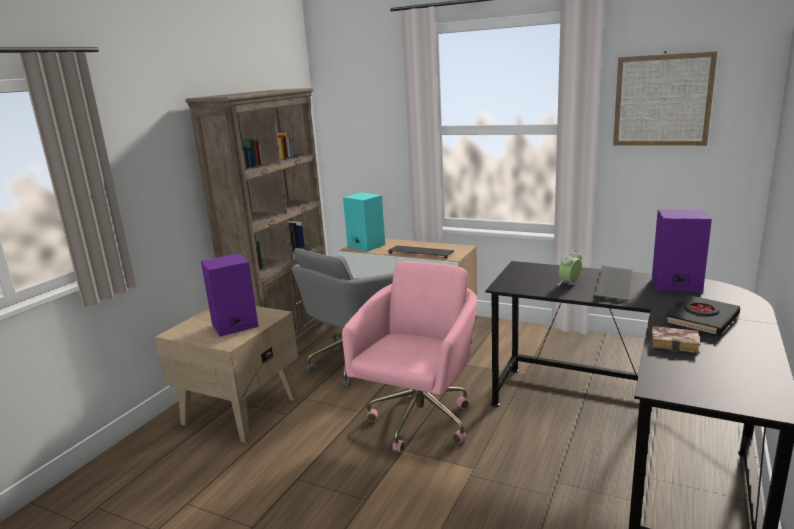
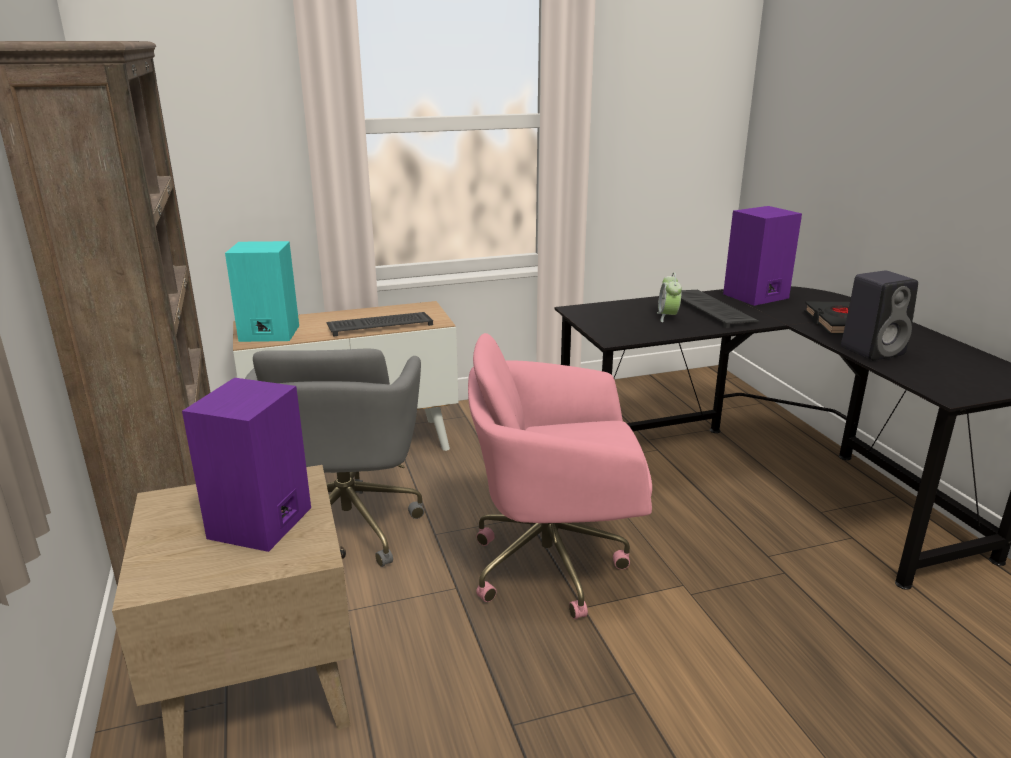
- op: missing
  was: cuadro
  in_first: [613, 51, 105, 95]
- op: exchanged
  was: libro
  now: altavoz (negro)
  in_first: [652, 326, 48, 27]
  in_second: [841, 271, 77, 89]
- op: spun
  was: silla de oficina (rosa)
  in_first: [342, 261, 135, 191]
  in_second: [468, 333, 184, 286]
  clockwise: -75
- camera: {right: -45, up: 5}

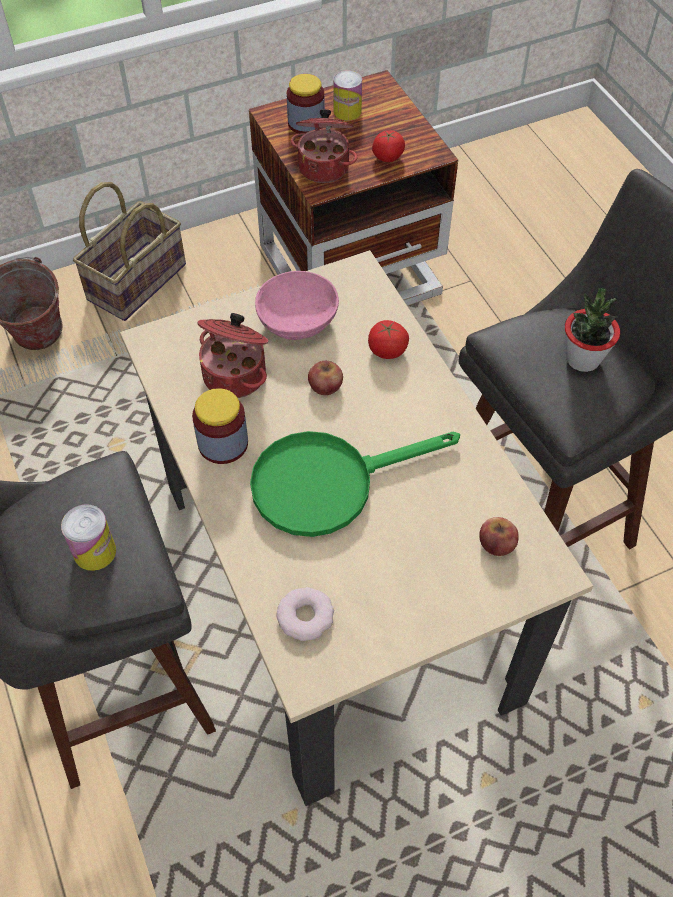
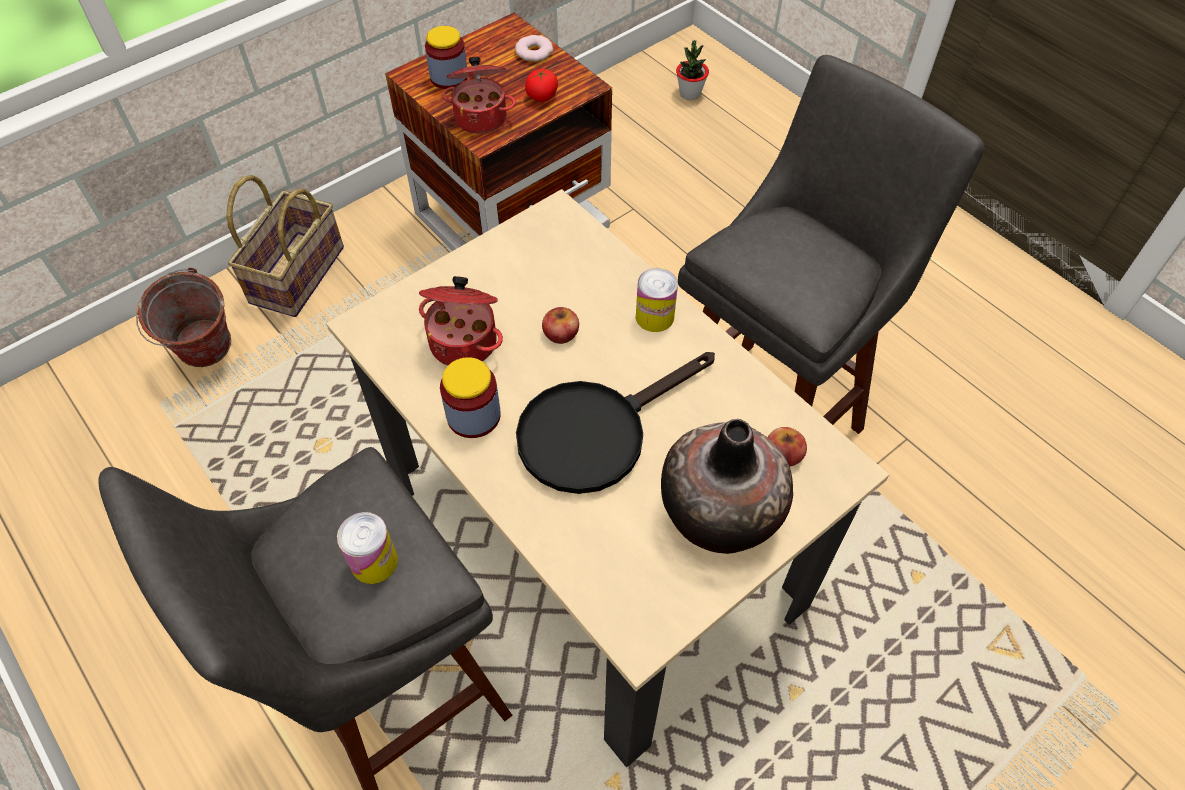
- op: missing
  was: cuenco (rosa)
  in_first: [255, 271, 84, 69]
- op: missing
  was: tomate
  in_first: [368, 320, 41, 39]
- op: appeared
  now: florero
  in_second: [661, 419, 132, 135]
- op: relocated
  was: rosquilla
  in_first: [276, 587, 58, 54]
  in_second: [515, 35, 38, 27]
- op: relocated
  was: lata
  in_first: [333, 70, 29, 51]
  in_second: [636, 268, 42, 64]
- op: relocated
  was: planta en maceta
  in_first: [565, 288, 55, 84]
  in_second: [676, 40, 33, 60]
- op: colour
  was: sartén (verde)
  now: sartén (negro)
  in_first: [250, 431, 210, 106]
  in_second: [516, 352, 199, 142]
- camera: {right: -15, up: 0}

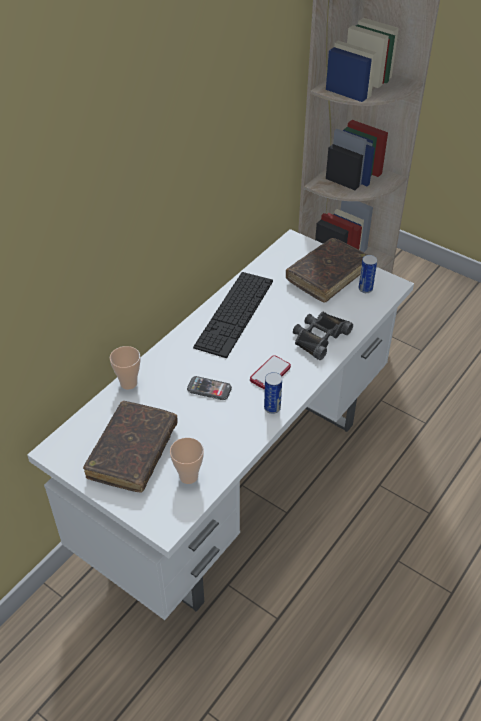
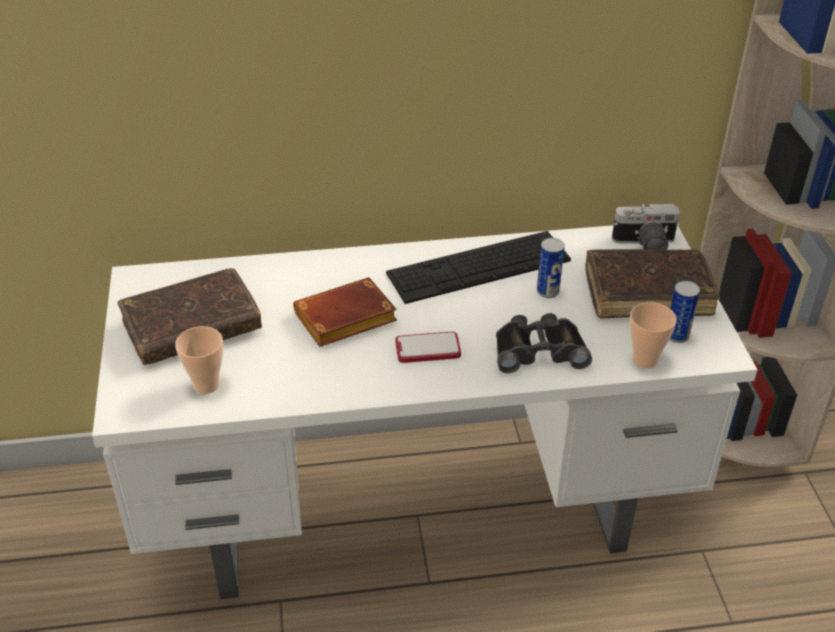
- op: appeared
  now: cámara
  in_second: [612, 204, 68, 46]
- op: relocated
  was: taza
  in_first: [110, 346, 30, 44]
  in_second: [630, 302, 47, 66]
- op: relocated
  was: lata
  in_first: [264, 372, 18, 42]
  in_second: [537, 238, 28, 60]
- op: exchanged
  was: móvil
  now: libro (marrón)
  in_first: [187, 376, 45, 24]
  in_second: [293, 277, 104, 70]
- camera: {right: 45, up: -5}

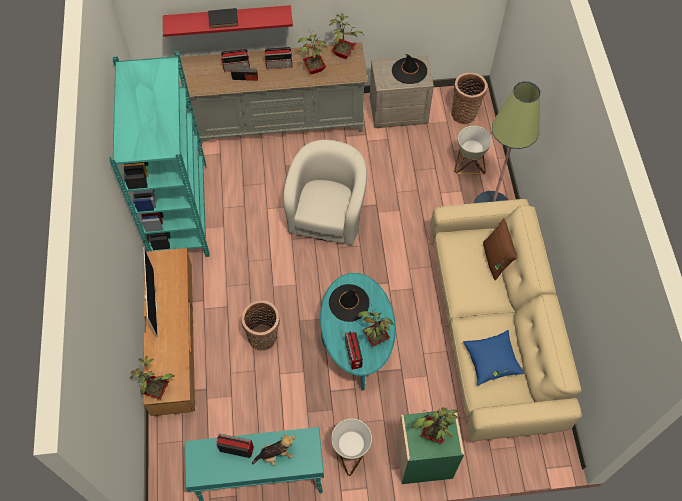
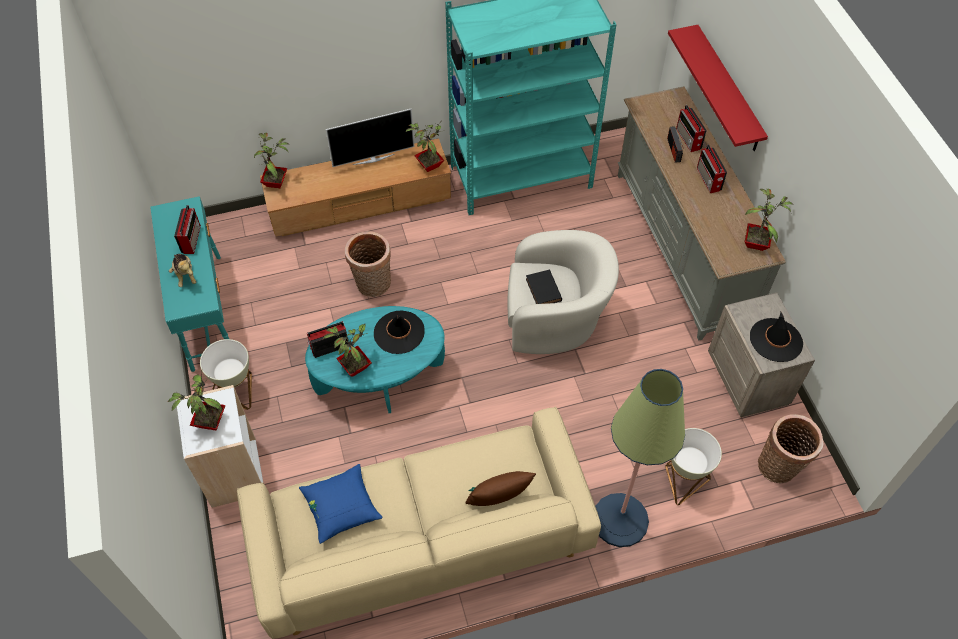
- op: relocated
  was: libro (negro)
  in_first: [208, 8, 30, 20]
  in_second: [526, 270, 36, 34]
- op: relocated
  was: planta en maceta
  in_first: [298, 32, 29, 42]
  in_second: [405, 123, 40, 49]
- op: colour
  was: estantería (verde)
  now: estantería (blanco)
  in_first: [396, 409, 68, 75]
  in_second: [177, 385, 86, 123]
- camera: {right: 80, up: -5}

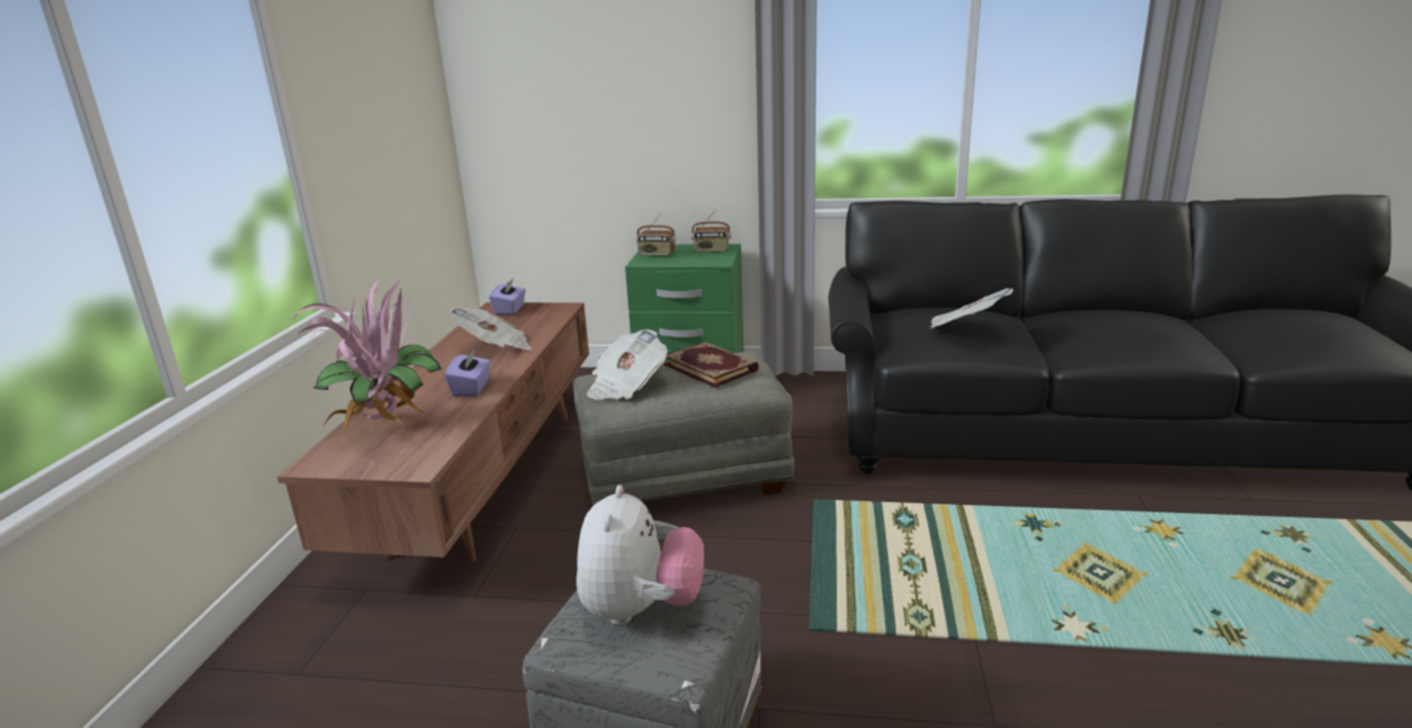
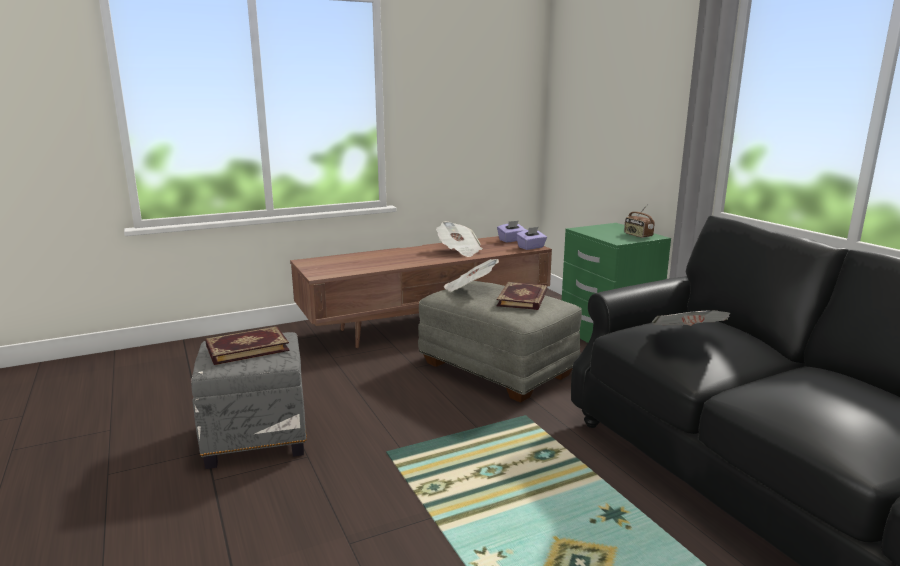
- op: missing
  was: planta en maceta
  in_first: [289, 278, 153, 155]
- op: missing
  was: radio
  in_first: [636, 213, 40, 43]
- op: relocated
  was: caja de pañuelos (morado)
  in_first: [445, 349, 46, 48]
  in_second: [516, 227, 31, 23]
- op: exchanged
  was: peluche
  now: libro
  in_first: [577, 485, 127, 140]
  in_second: [205, 326, 85, 39]
- camera: {right: 55, up: -5}

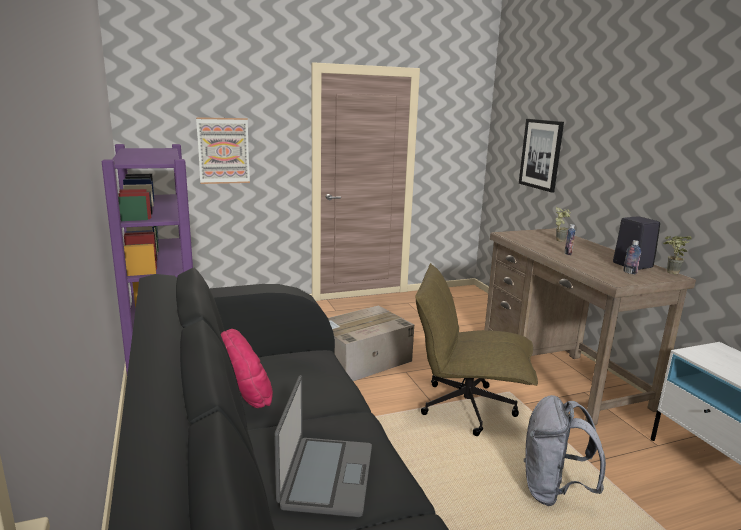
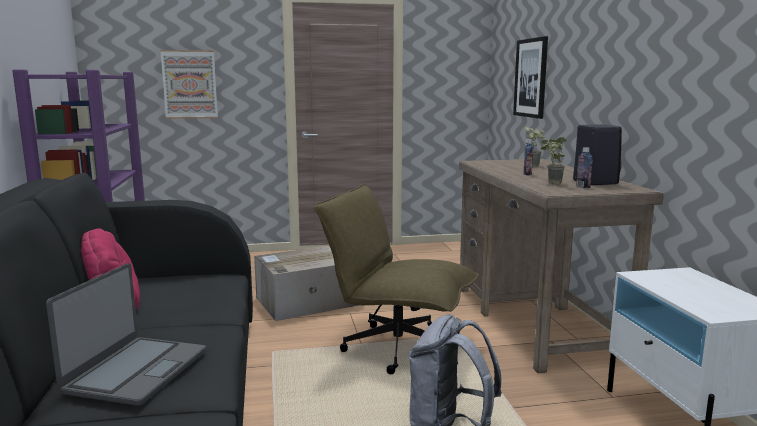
- op: relocated
  was: planta en maceta
  in_first: [663, 236, 29, 38]
  in_second: [541, 137, 26, 47]
- camera: {right: 10, up: -5}

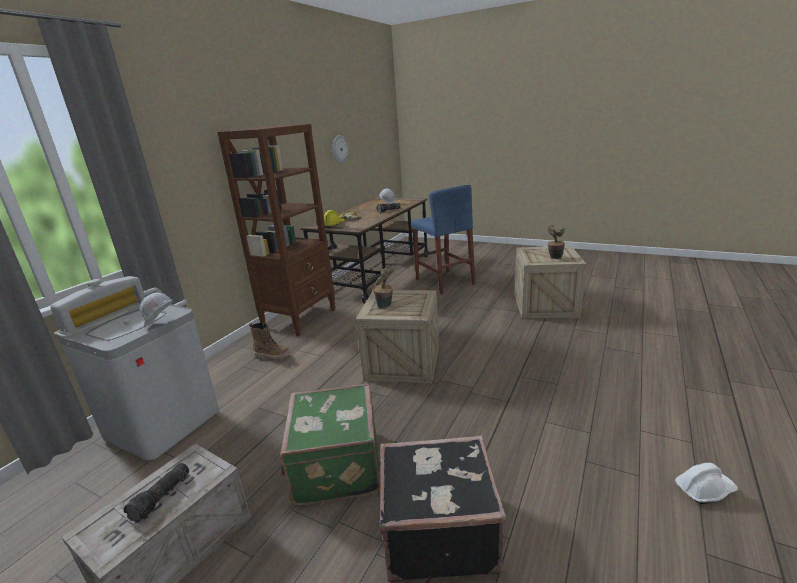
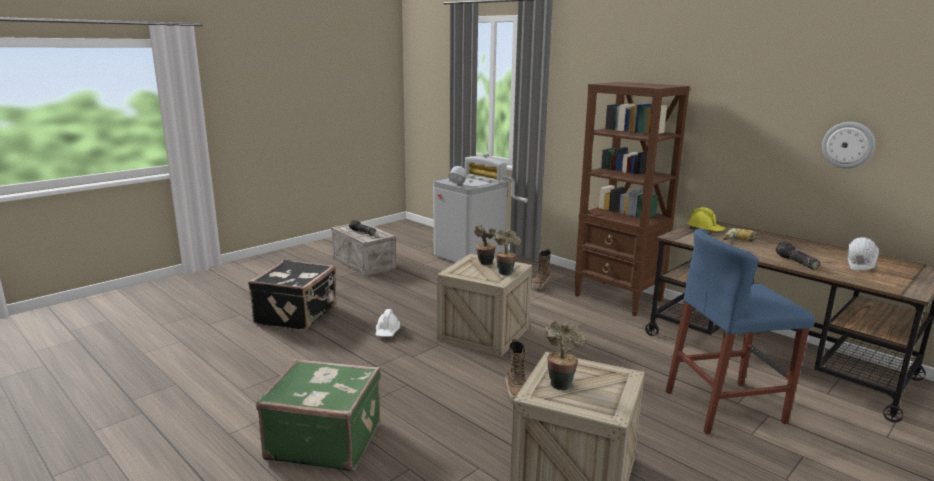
- op: appeared
  now: planta en maceta
  in_second: [494, 229, 27, 47]
- op: appeared
  now: bota
  in_second: [505, 338, 22, 65]
- op: relocated
  was: maleta (verde)
  in_first: [280, 383, 101, 123]
  in_second: [256, 359, 125, 113]
- op: relocated
  was: casco (blanco)
  in_first: [675, 463, 63, 41]
  in_second: [376, 309, 24, 28]
- camera: {right: 105, up: -5}

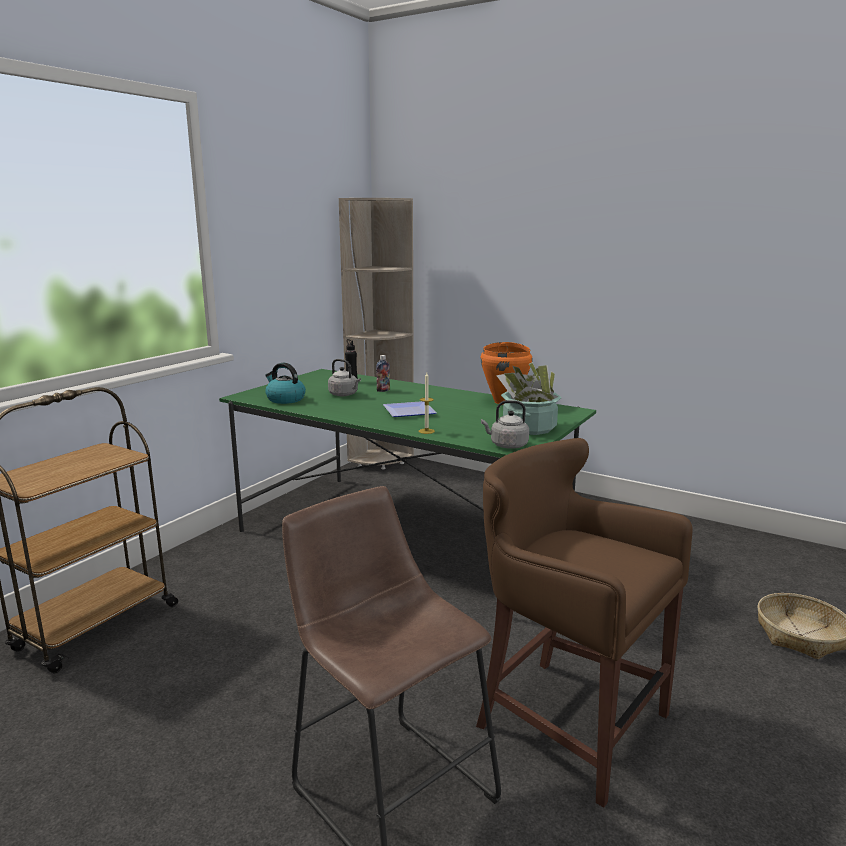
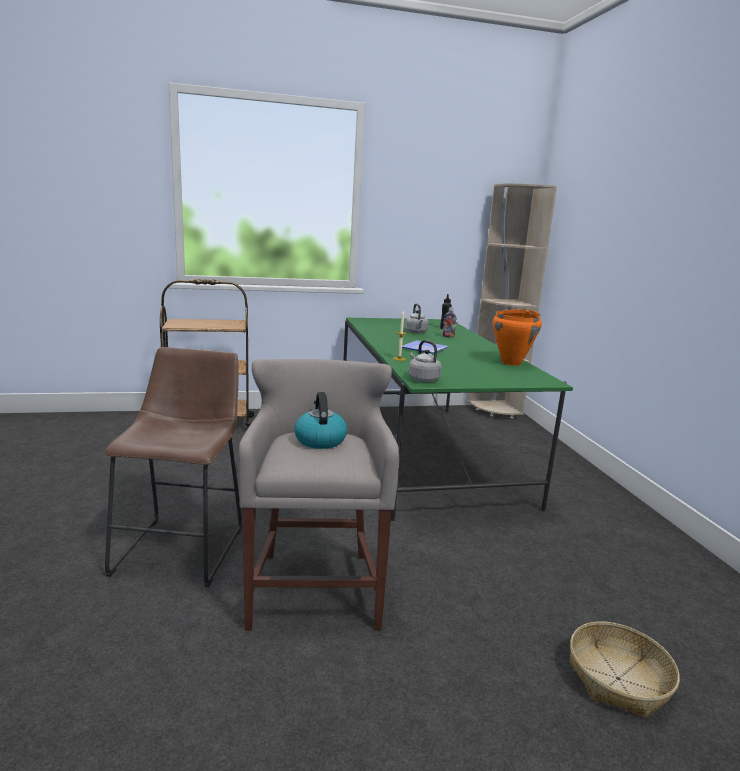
- op: missing
  was: planta en maceta
  in_first: [496, 362, 66, 73]
- op: relocated
  was: hervidor
  in_first: [265, 363, 41, 41]
  in_second: [294, 392, 53, 57]
- op: colour
  was: taburete (marrón)
  now: taburete (gris)
  in_first: [476, 438, 216, 369]
  in_second: [238, 359, 161, 272]
- camera: {right: 45, up: 0}

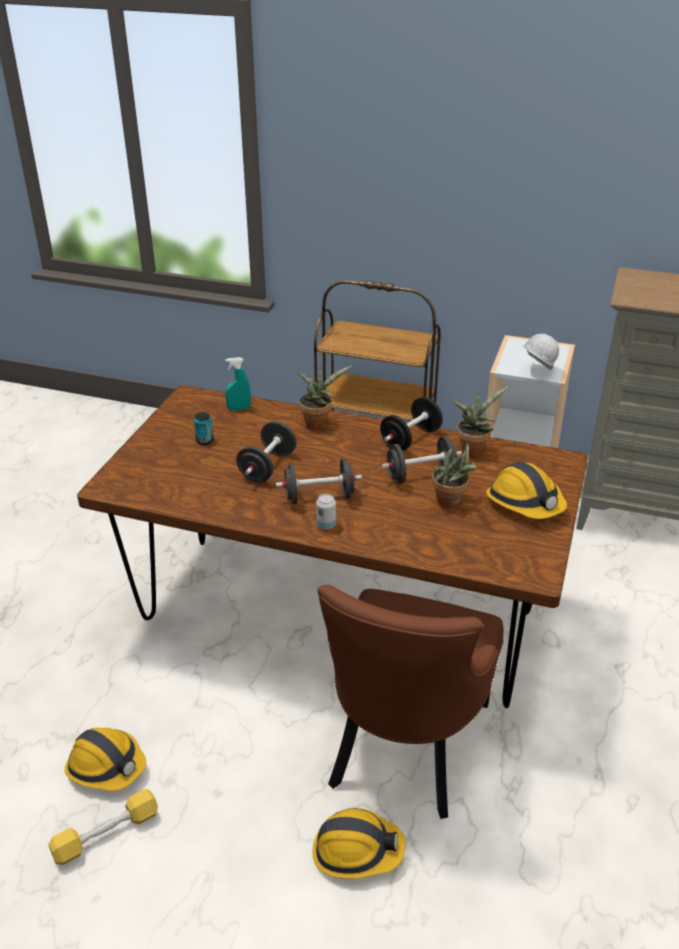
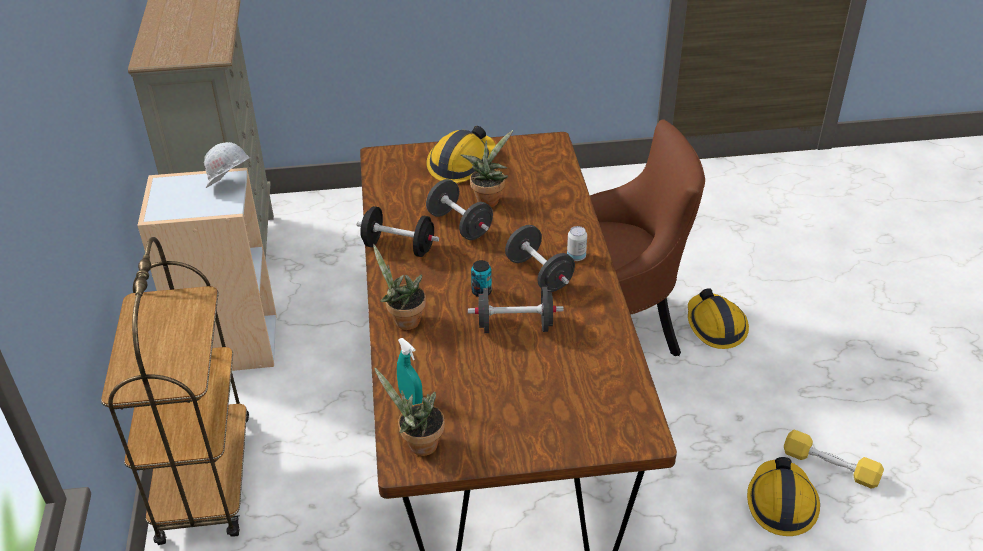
- op: relocated
  was: lata
  in_first: [194, 412, 19, 33]
  in_second: [471, 260, 21, 37]
- op: relocated
  was: planta en maceta
  in_first: [452, 386, 56, 71]
  in_second: [374, 368, 71, 88]
- camera: {right: -115, up: 5}

